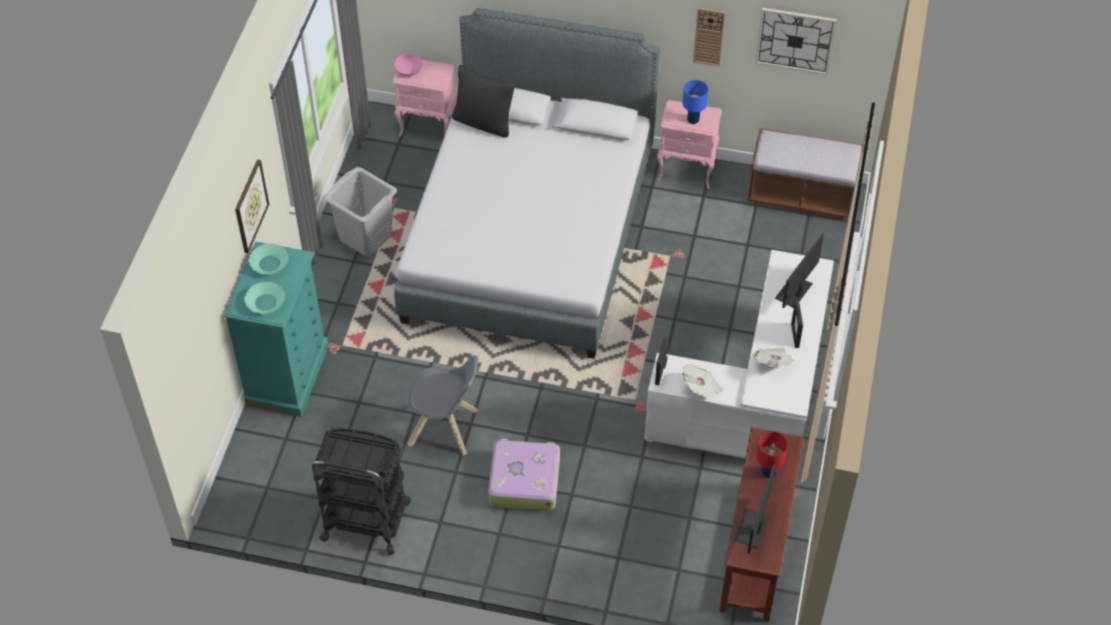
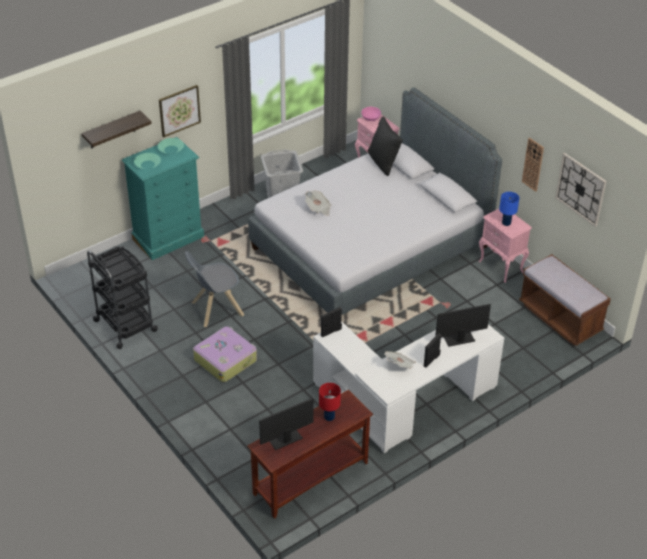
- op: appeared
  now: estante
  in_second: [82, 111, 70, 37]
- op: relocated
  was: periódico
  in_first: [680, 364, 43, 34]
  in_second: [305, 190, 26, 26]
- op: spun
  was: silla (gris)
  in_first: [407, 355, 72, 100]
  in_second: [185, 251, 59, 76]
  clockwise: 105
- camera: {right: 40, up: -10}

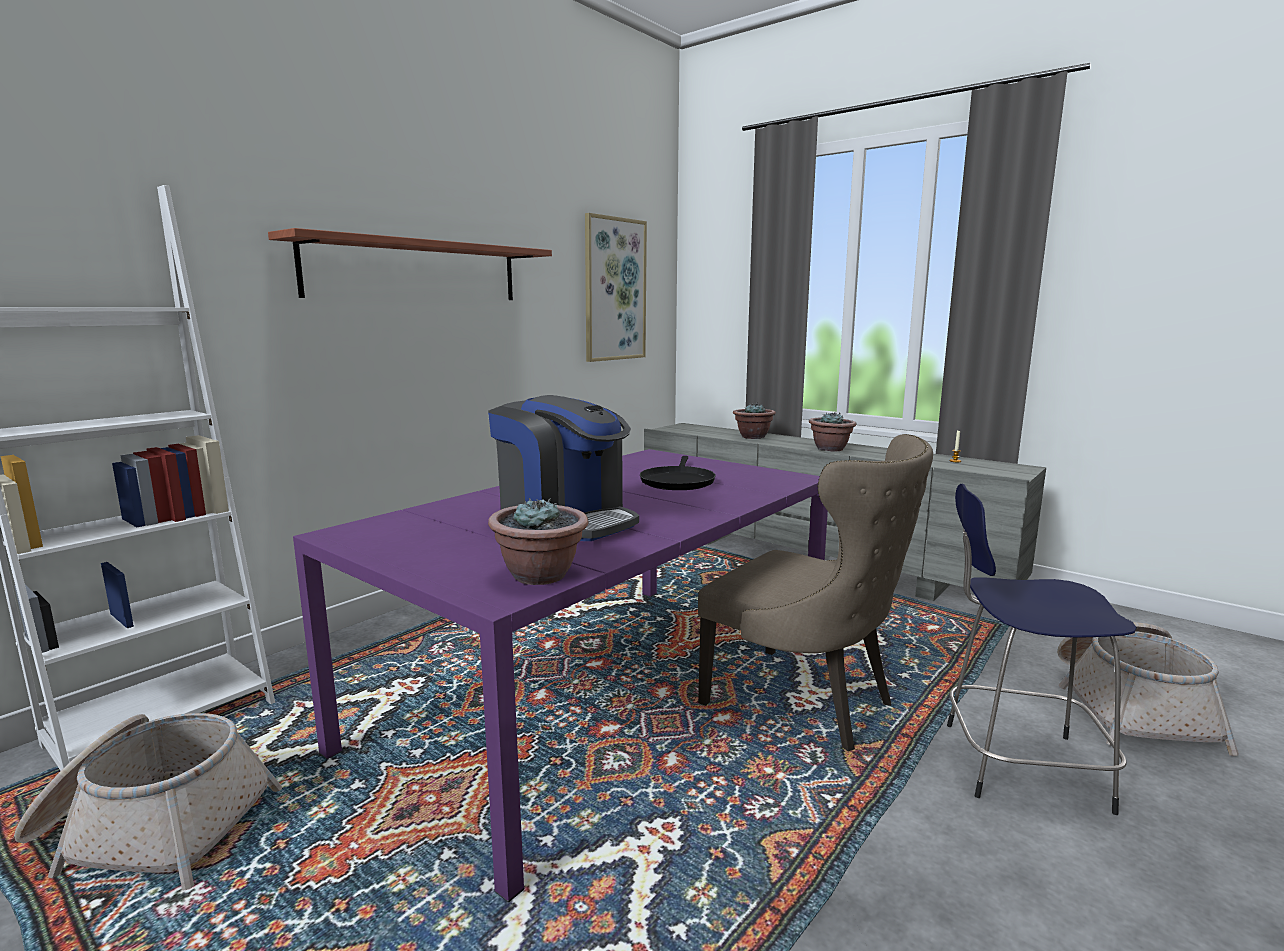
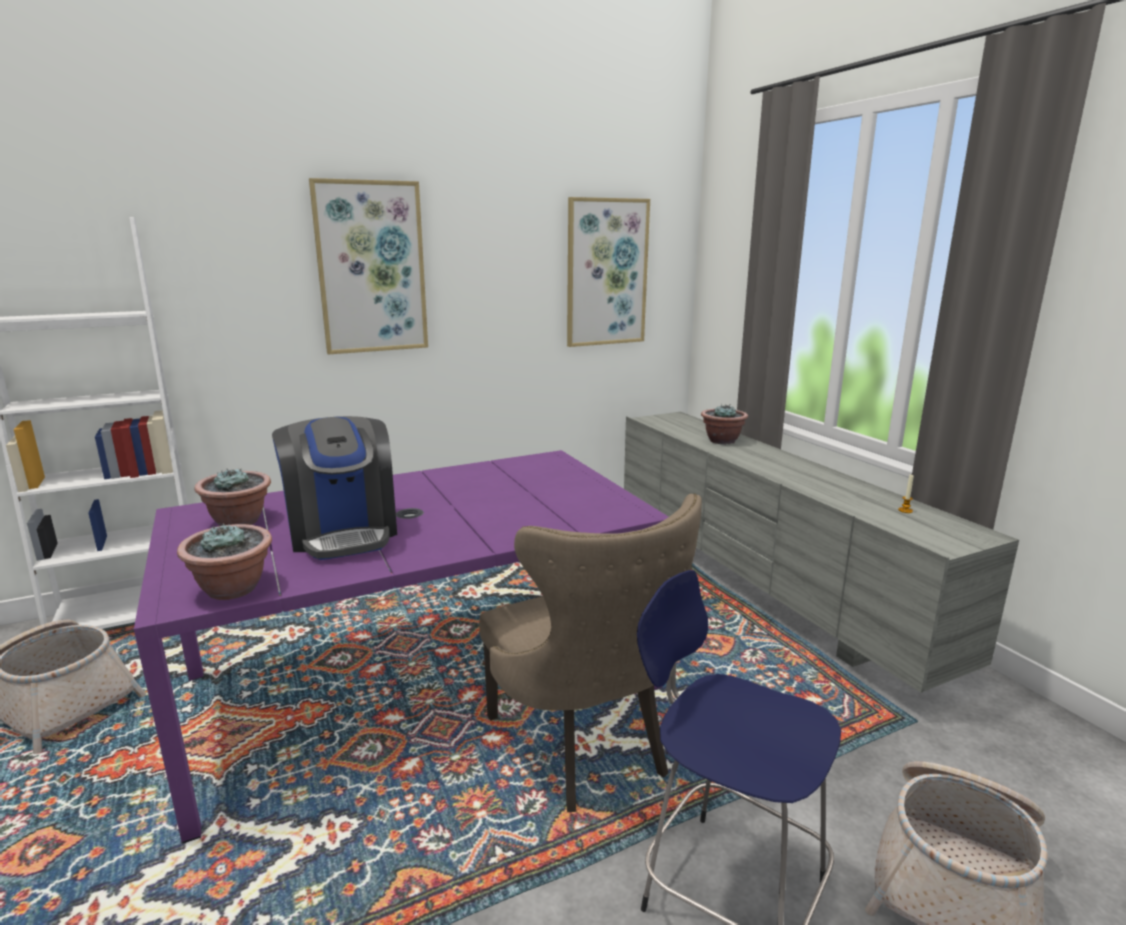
- op: missing
  was: sartén (negro)
  in_first: [640, 456, 76, 34]
- op: relocated
  was: planta en maceta
  in_first: [809, 411, 48, 41]
  in_second: [194, 468, 77, 58]
- op: exchanged
  was: estante
  now: cuadro
  in_first: [268, 228, 284, 72]
  in_second: [309, 178, 119, 176]
- camera: {right: 25, up: 5}

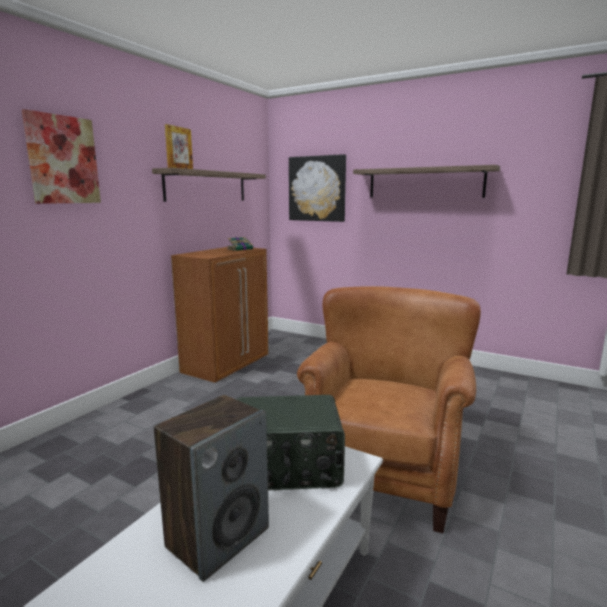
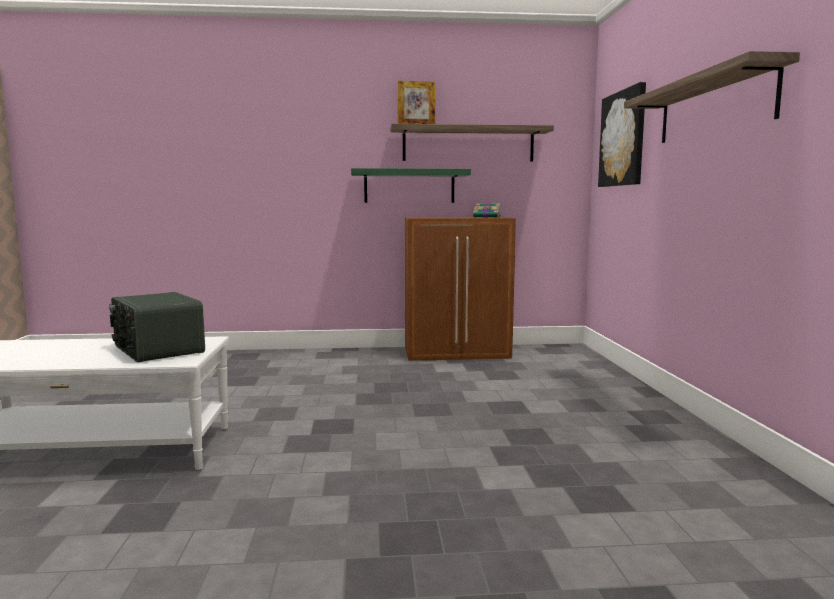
- op: missing
  was: cuadro
  in_first: [22, 109, 79, 95]
- op: missing
  was: altavoz
  in_first: [154, 395, 115, 187]
- op: missing
  was: sillón (marrón)
  in_first: [297, 286, 184, 247]
- op: appeared
  now: estante (verde)
  in_second: [351, 168, 120, 35]
- camera: {right: 55, up: -5}

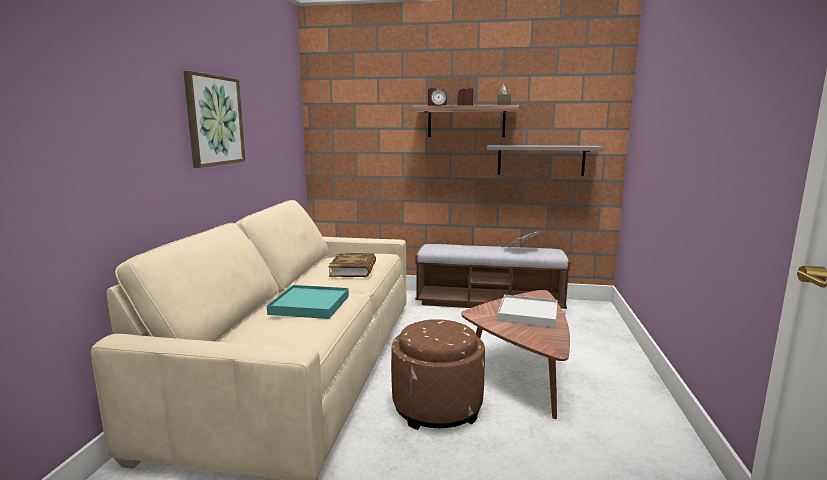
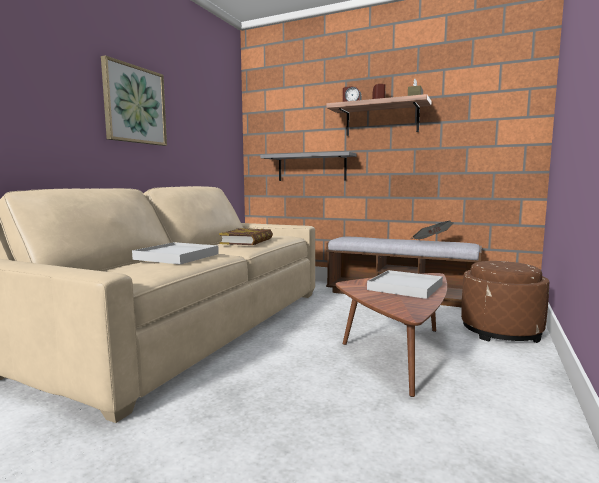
- op: relocated
  was: puf (marrón)
  in_first: [391, 319, 94, 111]
  in_second: [461, 261, 88, 82]
- op: relocated
  was: estante (gris)
  in_first: [487, 145, 116, 31]
  in_second: [260, 152, 96, 29]
- op: colour
  was: bandeja (turquesa)
  now: bandeja (blanco)
  in_first: [267, 285, 82, 34]
  in_second: [132, 242, 87, 22]
- camera: {right: 15, up: -5}

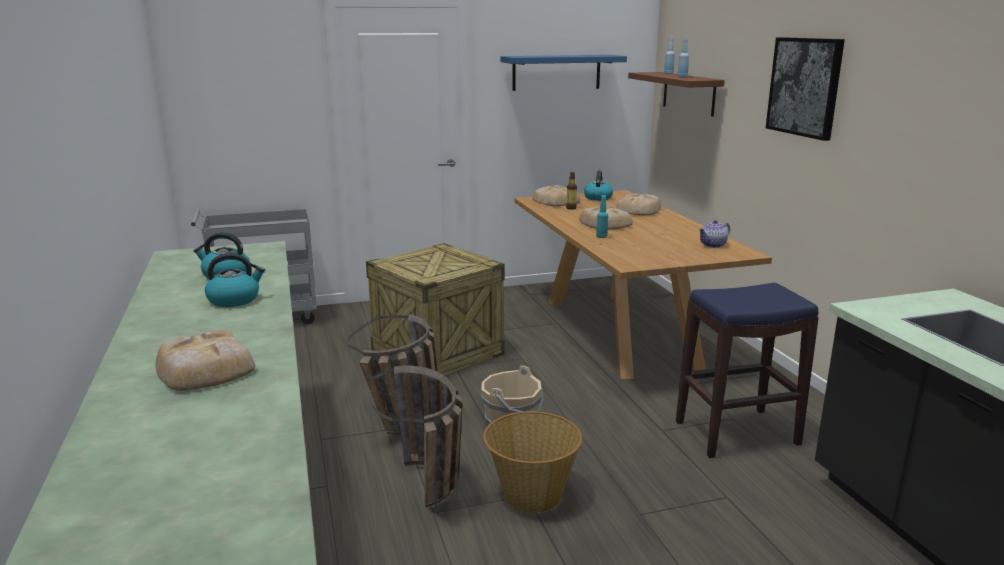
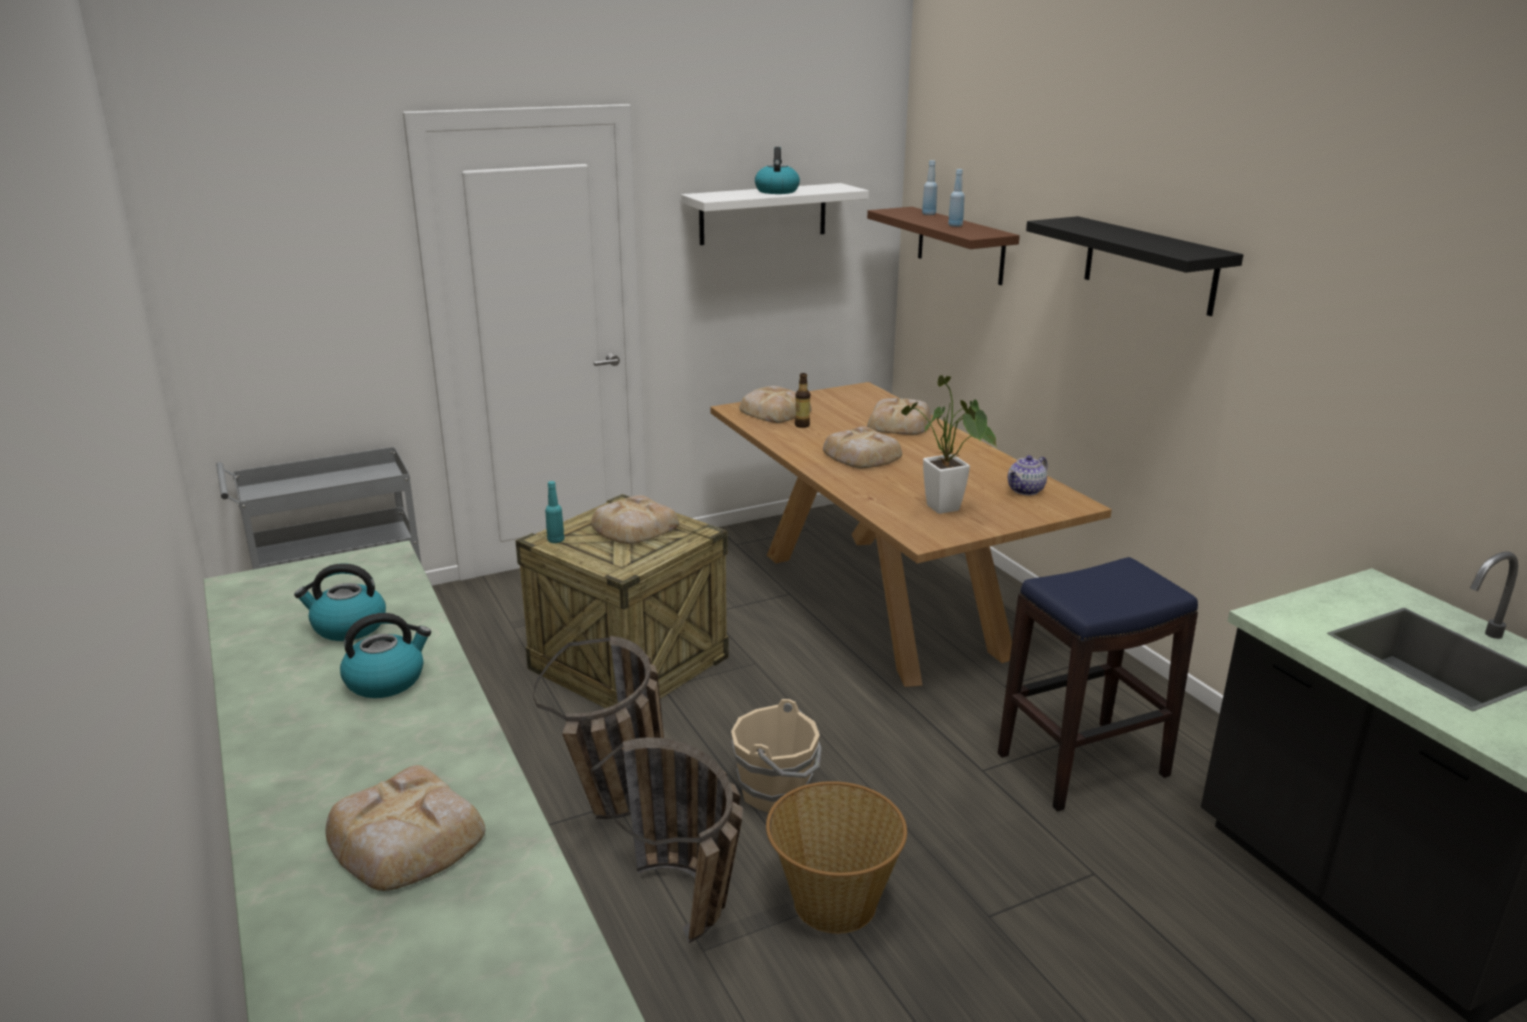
- op: appeared
  now: pan
  in_second: [591, 495, 88, 49]
- op: appeared
  now: planta en maceta
  in_second: [901, 375, 95, 139]
- op: relocated
  was: hervidor
  in_first: [584, 171, 29, 30]
  in_second: [755, 147, 45, 47]
- op: relocated
  was: botella (turquesa)
  in_first: [596, 195, 12, 43]
  in_second: [545, 481, 19, 62]
- op: exchanged
  was: cuadro
  now: estante (negro)
  in_first: [766, 37, 79, 104]
  in_second: [1026, 216, 217, 100]
- op: colour
  was: estante (azul)
  now: estante (blanco)
  in_first: [501, 55, 126, 36]
  in_second: [681, 183, 188, 62]
- camera: {right: -10, up: 5}

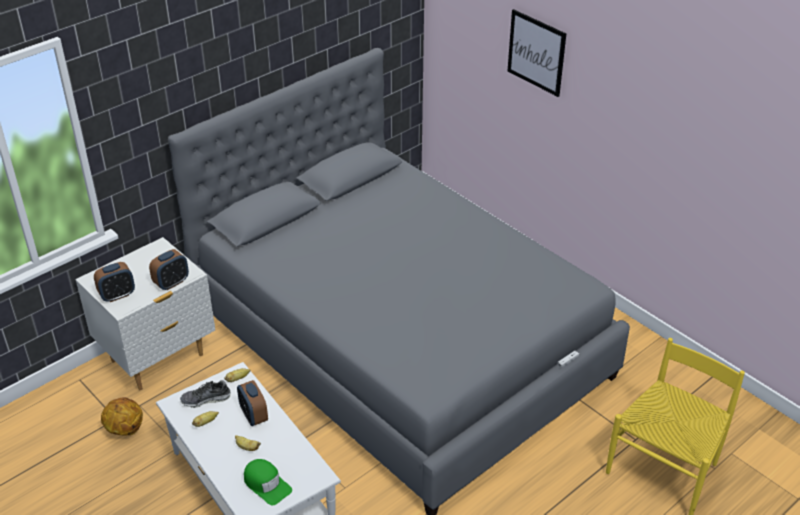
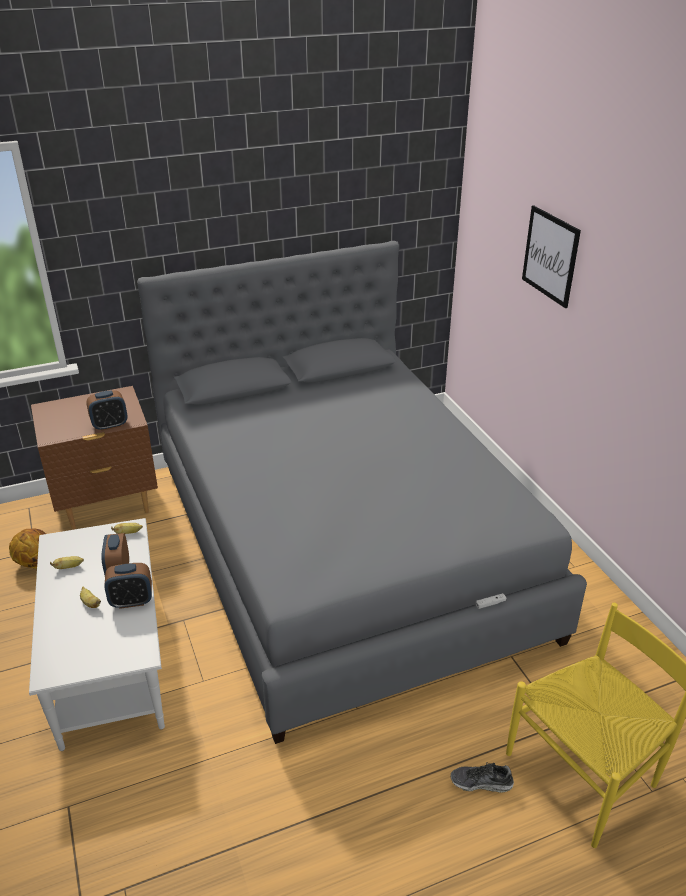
- op: missing
  was: gorra (verde)
  in_first: [244, 459, 48, 46]
- op: relocated
  was: despertador
  in_first: [94, 262, 41, 40]
  in_second: [104, 563, 48, 46]
- op: relocated
  was: zapato
  in_first: [180, 380, 51, 28]
  in_second: [451, 762, 63, 31]
- op: colour
  was: mesita de noche (blanco)
  now: mesita de noche (marrón)
  in_first: [76, 237, 139, 153]
  in_second: [31, 386, 127, 144]
- camera: {right: 20, up: -5}

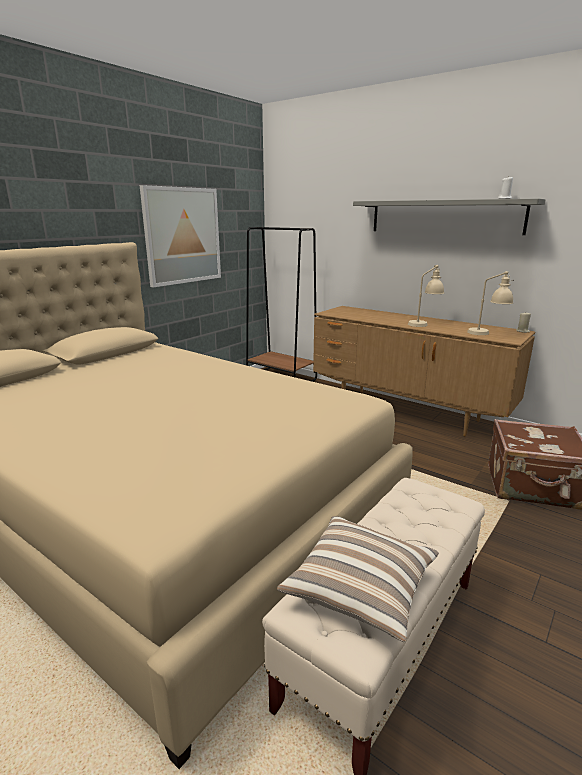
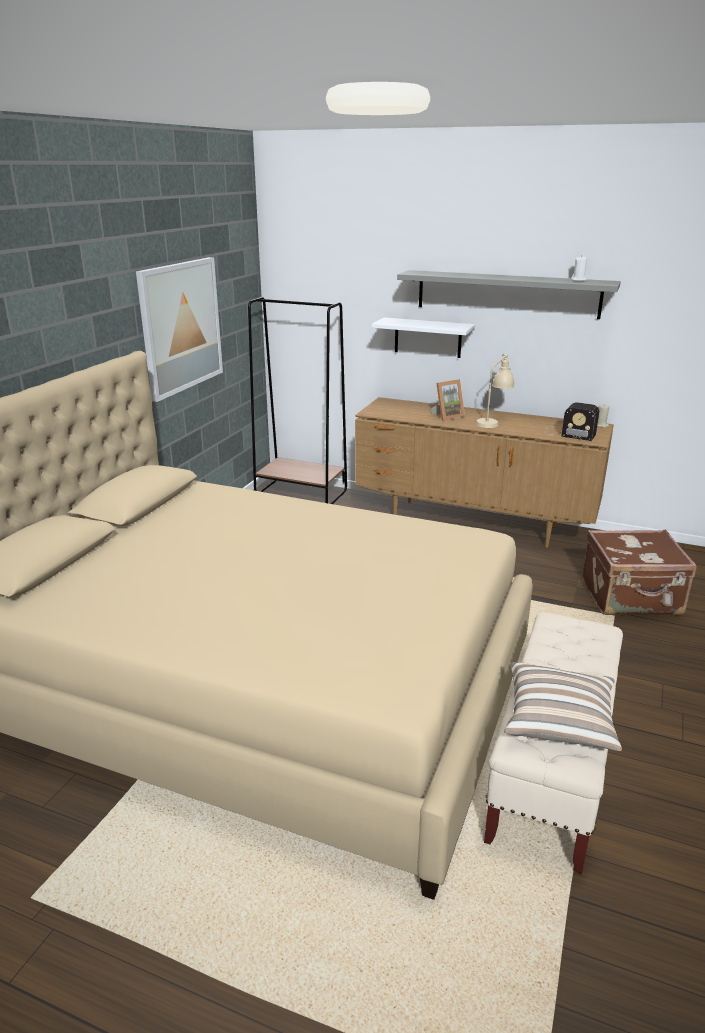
- op: appeared
  now: estante (blanco)
  in_second: [371, 317, 104, 41]
- op: appeared
  now: portarretratos
  in_second: [431, 379, 34, 42]
- op: exchanged
  was: lámpara de mesa (beis)
  now: radio
  in_first: [467, 271, 47, 64]
  in_second: [545, 402, 54, 39]
- camera: {right: -15, up: 5}

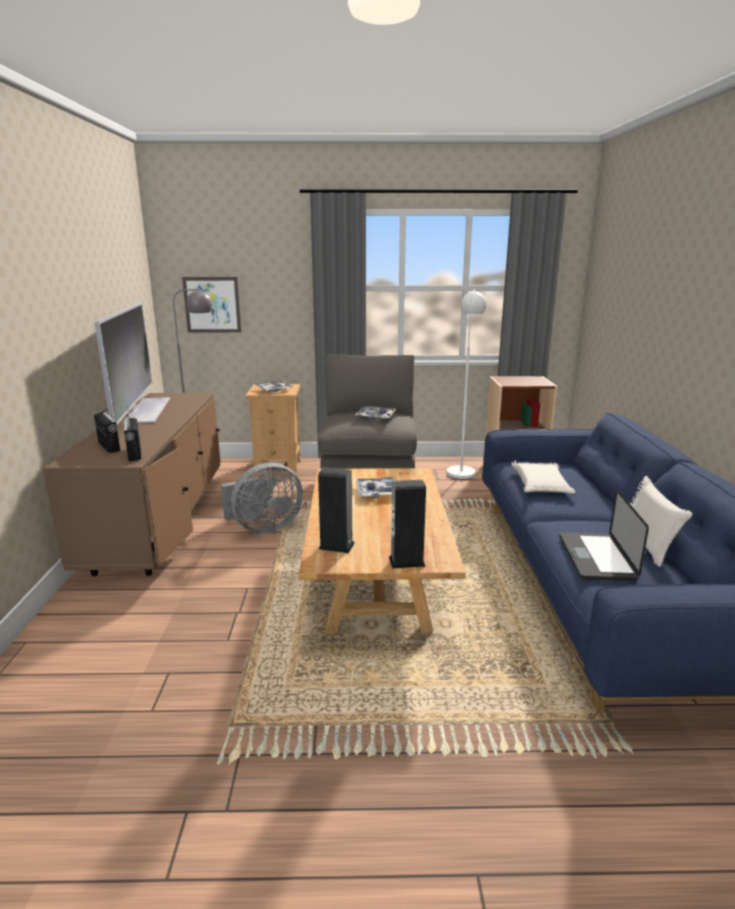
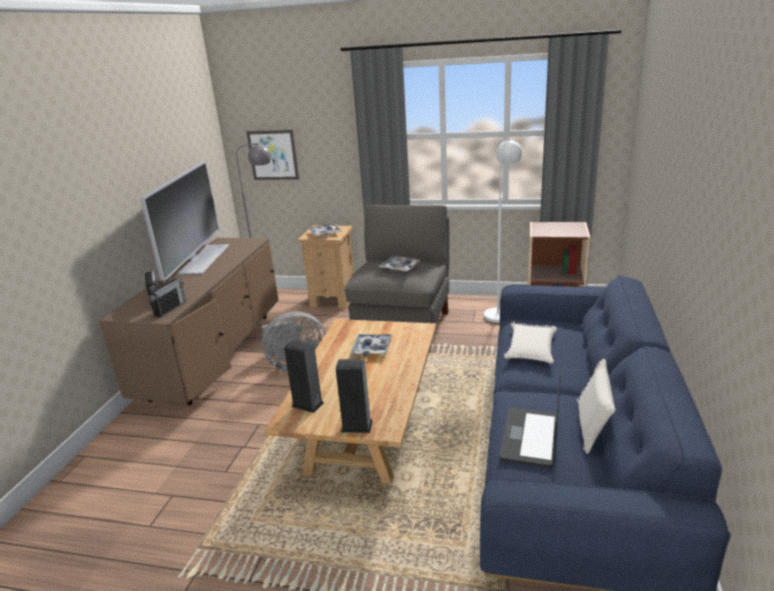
- op: spun
  was: radio
  in_first: [124, 407, 17, 54]
  in_second: [148, 278, 38, 39]
  clockwise: -150
- camera: {right: 15, up: 5}

